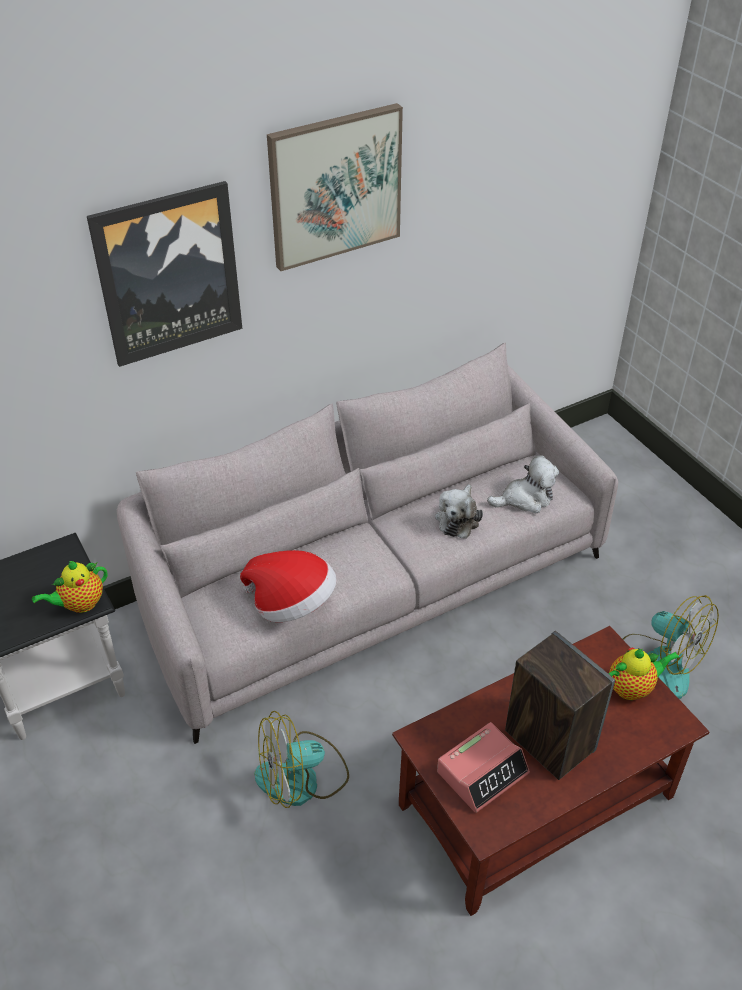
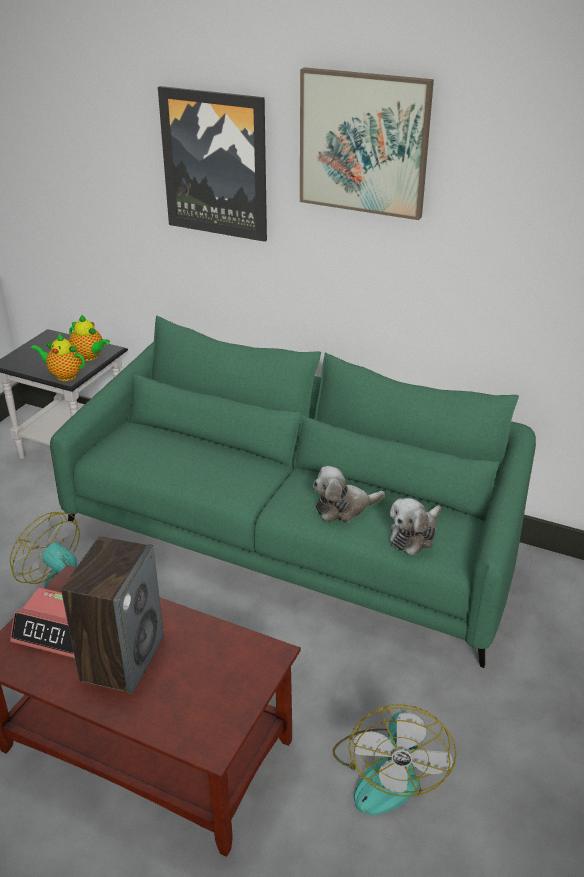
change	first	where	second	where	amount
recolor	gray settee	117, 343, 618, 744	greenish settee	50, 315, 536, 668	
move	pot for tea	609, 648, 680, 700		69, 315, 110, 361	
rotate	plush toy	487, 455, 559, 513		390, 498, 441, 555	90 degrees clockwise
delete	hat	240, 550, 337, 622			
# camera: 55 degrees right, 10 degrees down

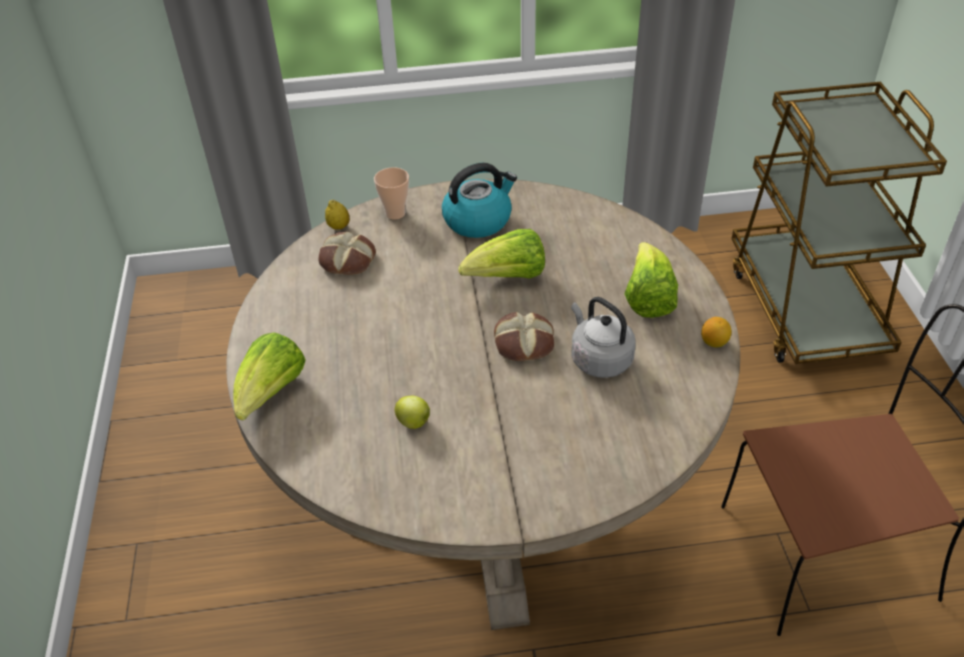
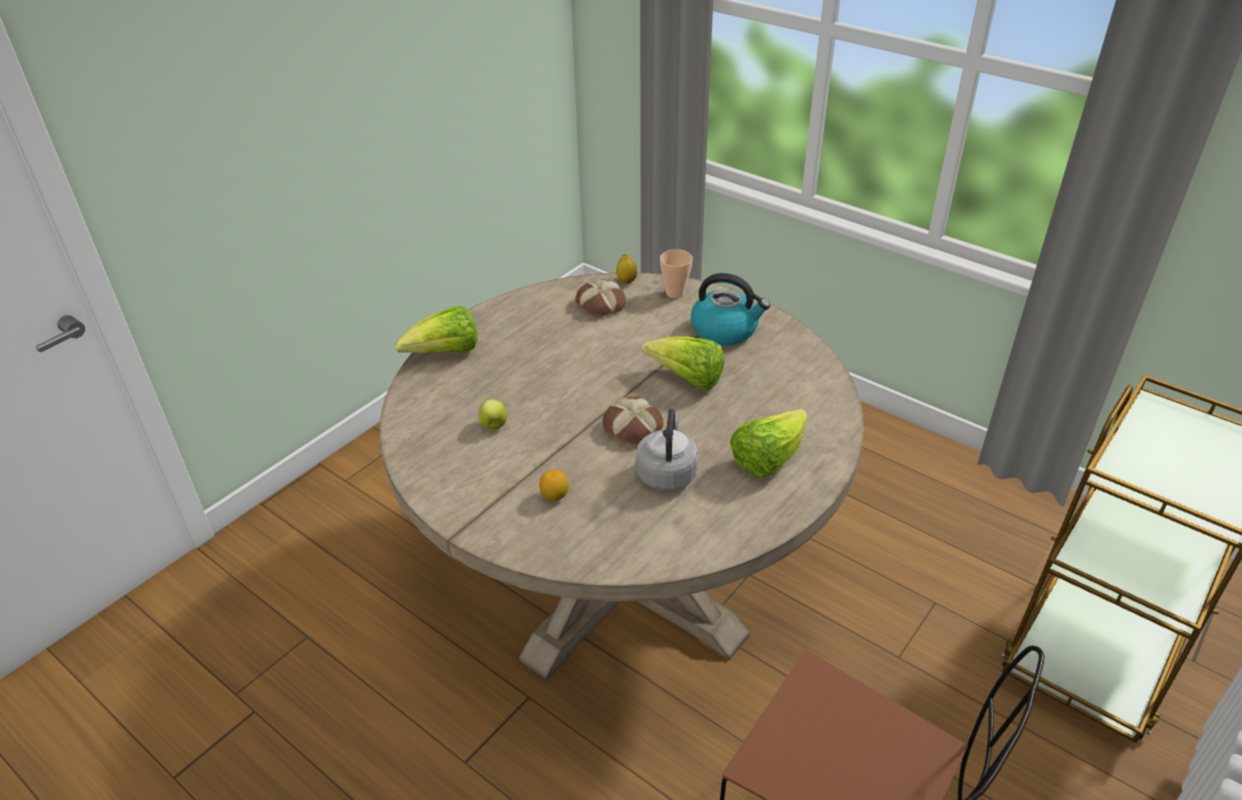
change	first	where	second	where	amount
move	lemon	701, 317, 732, 347		539, 470, 569, 501	
# camera: 45 degrees right, 5 degrees down

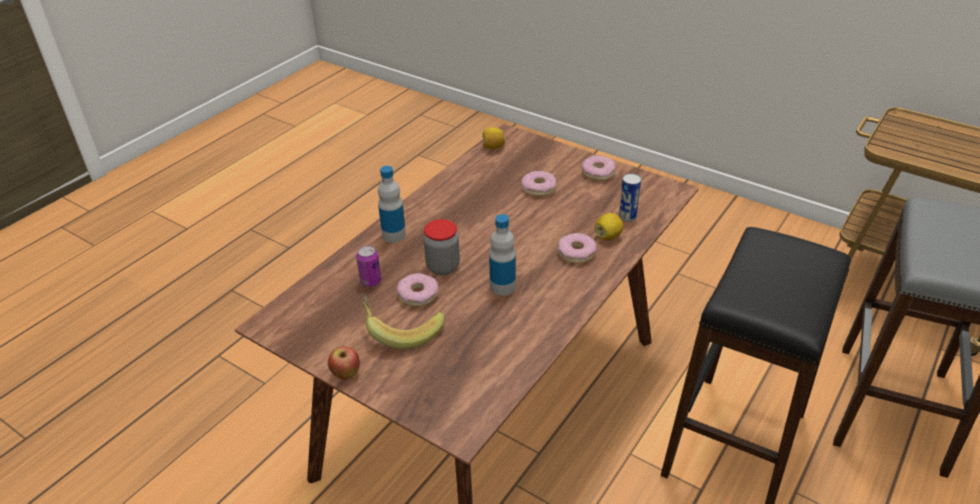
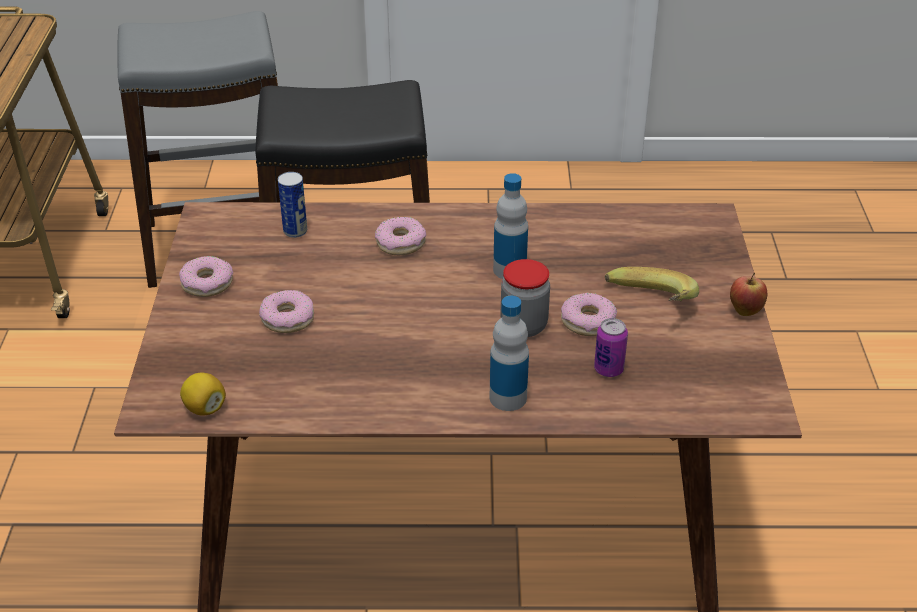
change	first	where	second	where	amount
delete	lemon	595, 213, 624, 240			
# camera: 125 degrees left, 0 degrees up

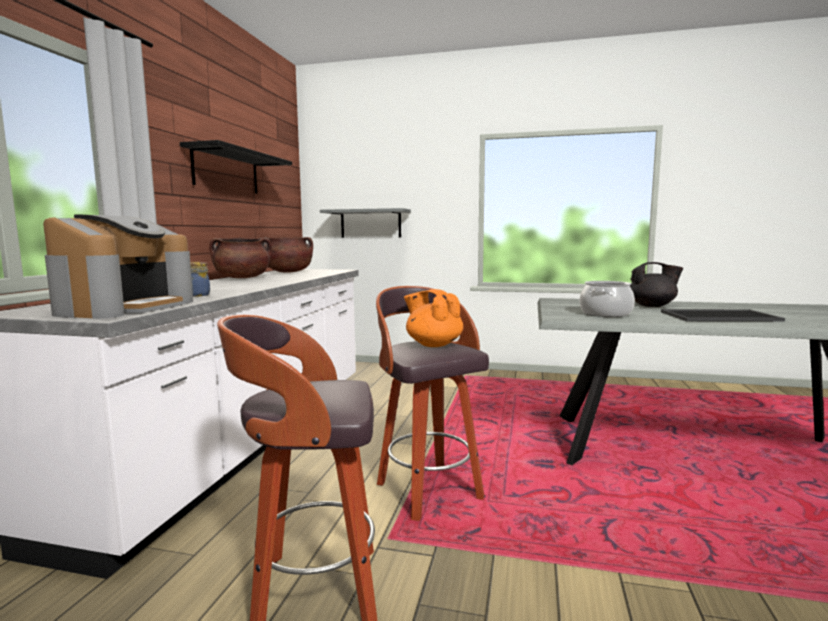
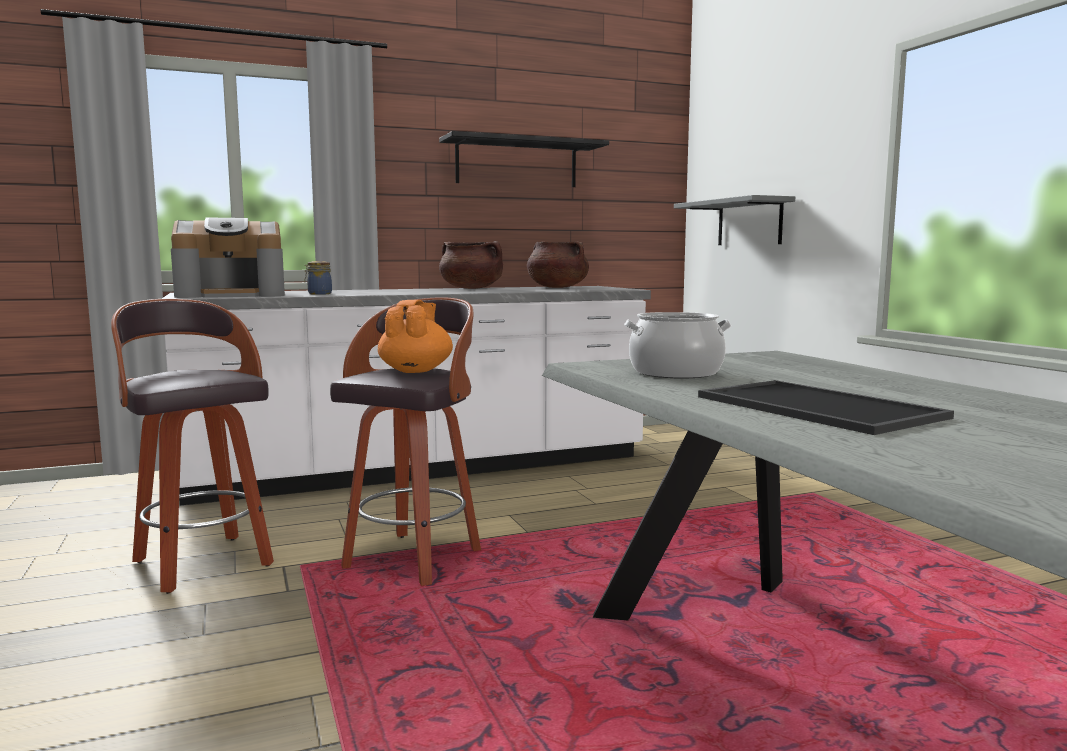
change	first	where	second	where	amount
delete	black-coloured pot for tea	630, 262, 683, 307			
# camera: 55 degrees right, 0 degrees up

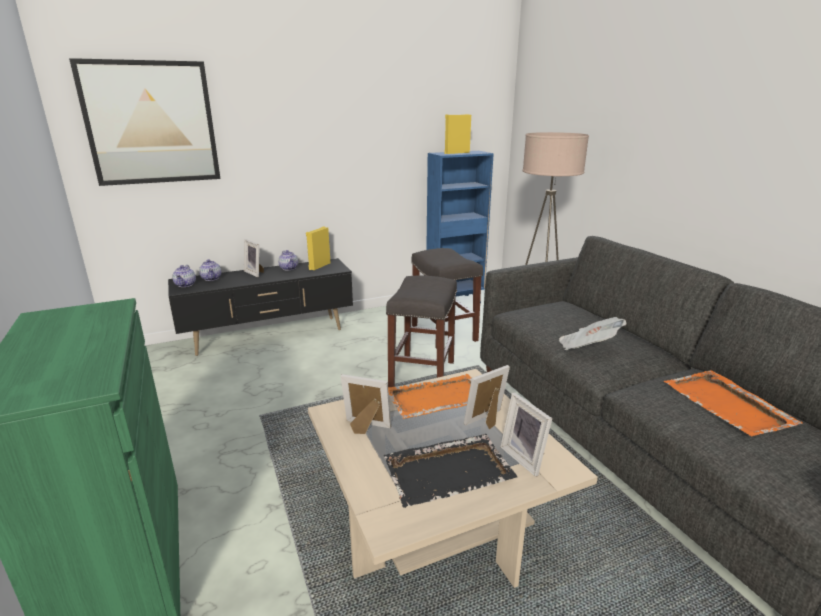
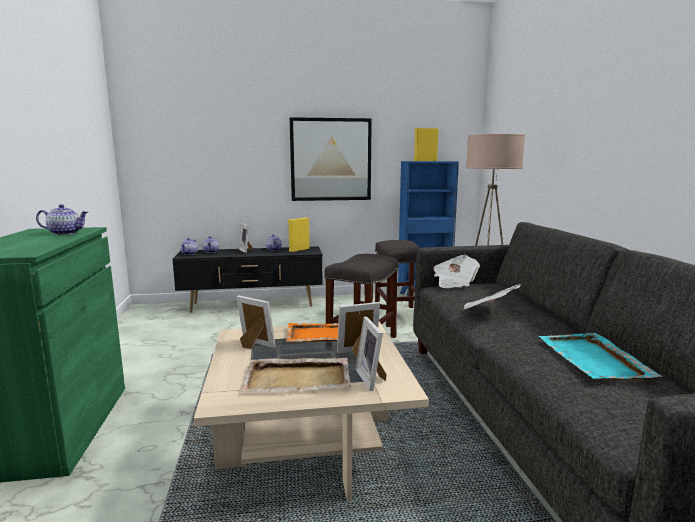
change	first	where	second	where	amount
insert			pot for tea	36, 204, 88, 235	
recolor	black-coloured serving tray	384, 434, 517, 508	beige serving tray	240, 358, 351, 392	
move	picture	69, 58, 221, 186		290, 117, 372, 201	
insert			printed paper	433, 254, 480, 288	
recolor	orangey serving tray	664, 370, 803, 436	turquoise serving tray	538, 333, 663, 380	
# camera: 15 degrees right, 10 degrees down

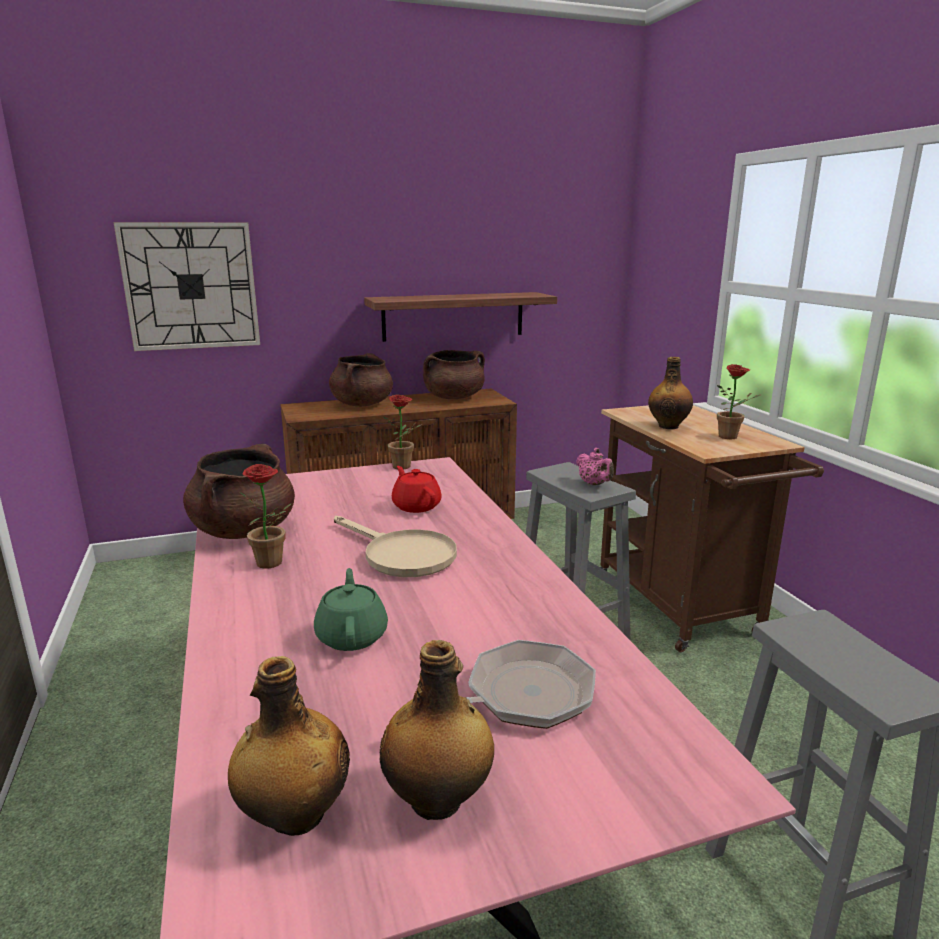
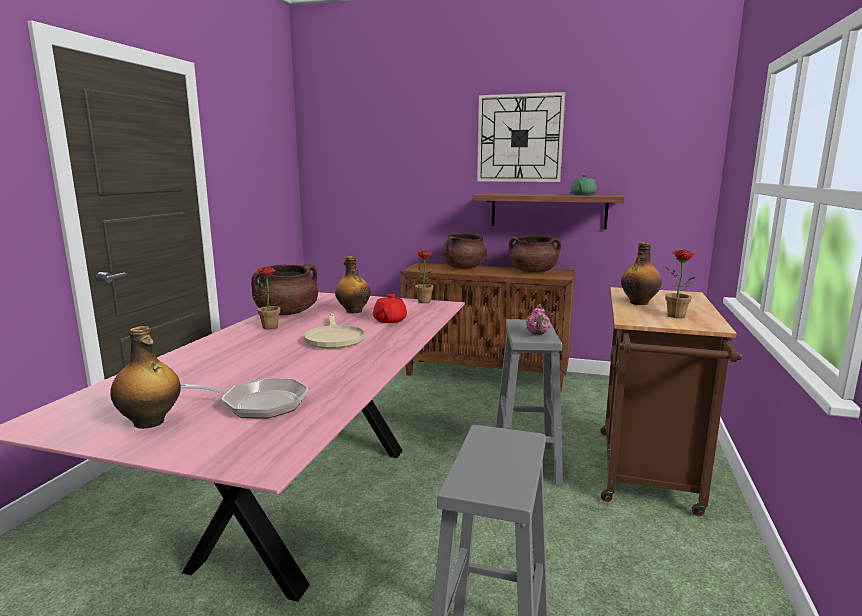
change	first	where	second	where	amount
move	beverage bottle	228, 656, 350, 836		335, 256, 371, 313	
move	hanging clock	114, 222, 260, 351		477, 92, 565, 182	
move	greenish pot for tea	314, 568, 388, 651		570, 175, 597, 195	
# camera: 35 degrees right, 5 degrees down

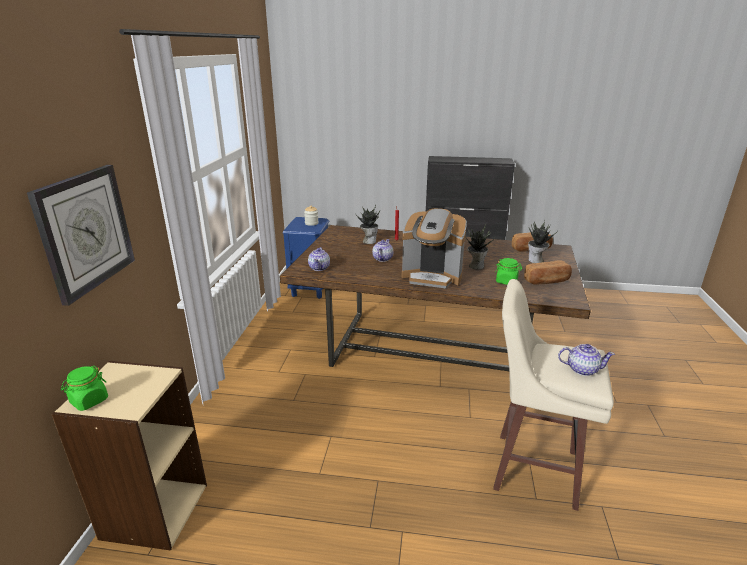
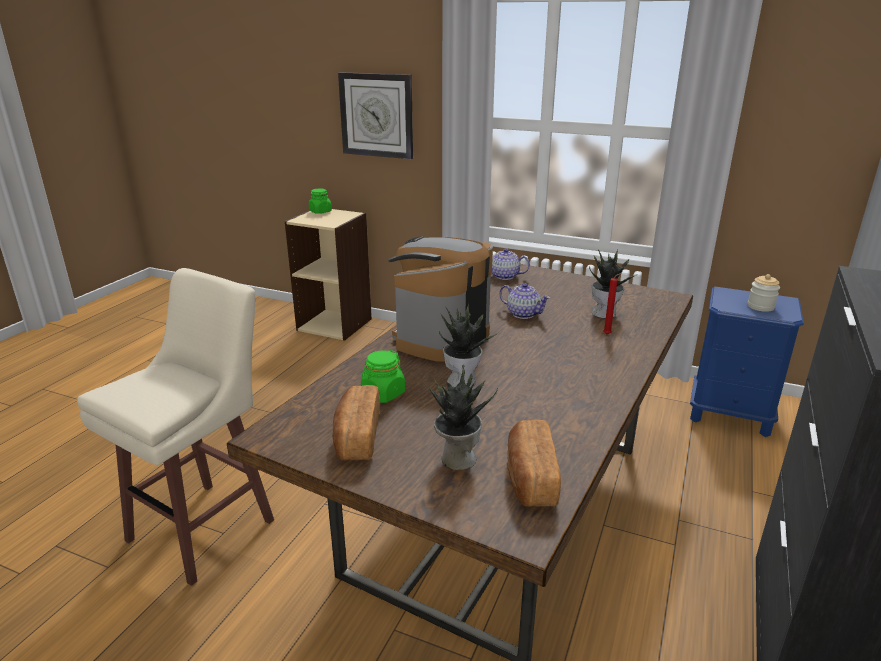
change	first	where	second	where	amount
delete	pot for tea	558, 344, 615, 376			
# camera: 105 degrees right, 0 degrees up

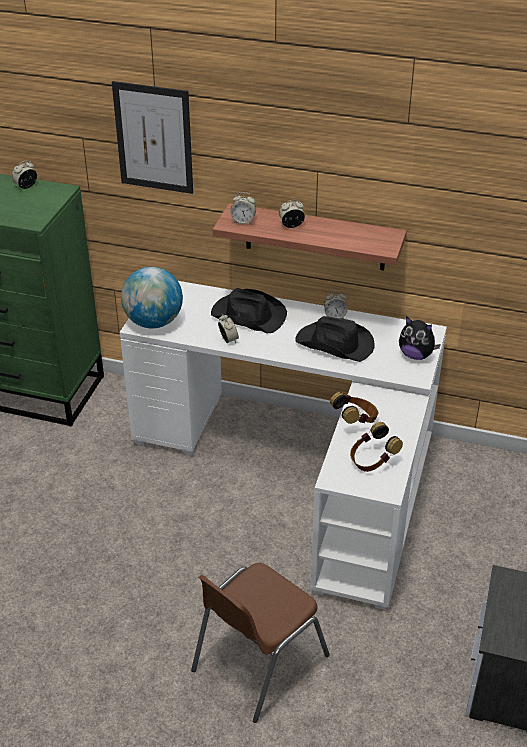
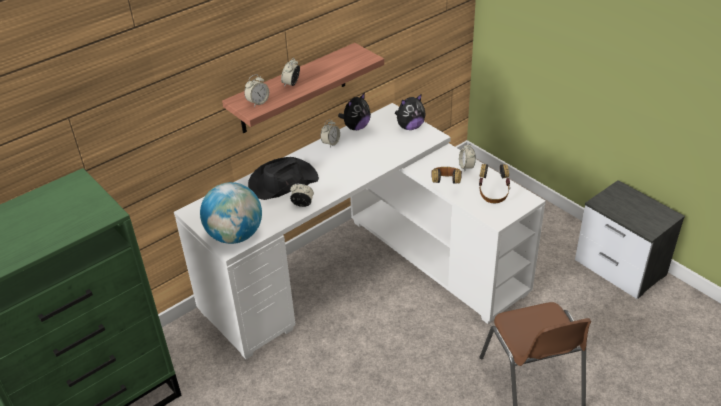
change	first	where	second	where	amount
insert			plush toy	338, 93, 371, 130	
move	table clock	12, 160, 37, 189		459, 143, 476, 171	
delete	picture	112, 81, 193, 194			
delete	black-coloured hat	295, 316, 375, 362			
# camera: 55 degrees left, 0 degrees up

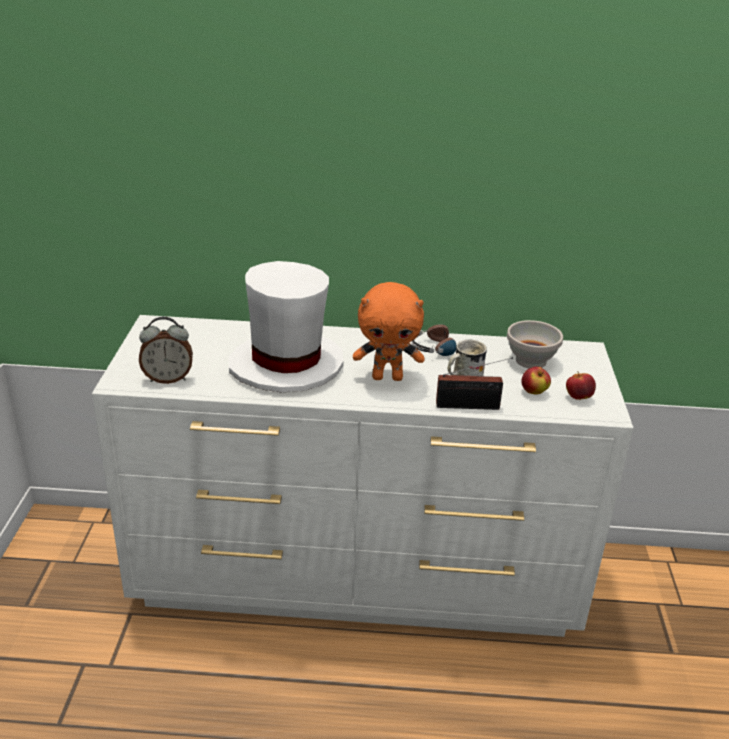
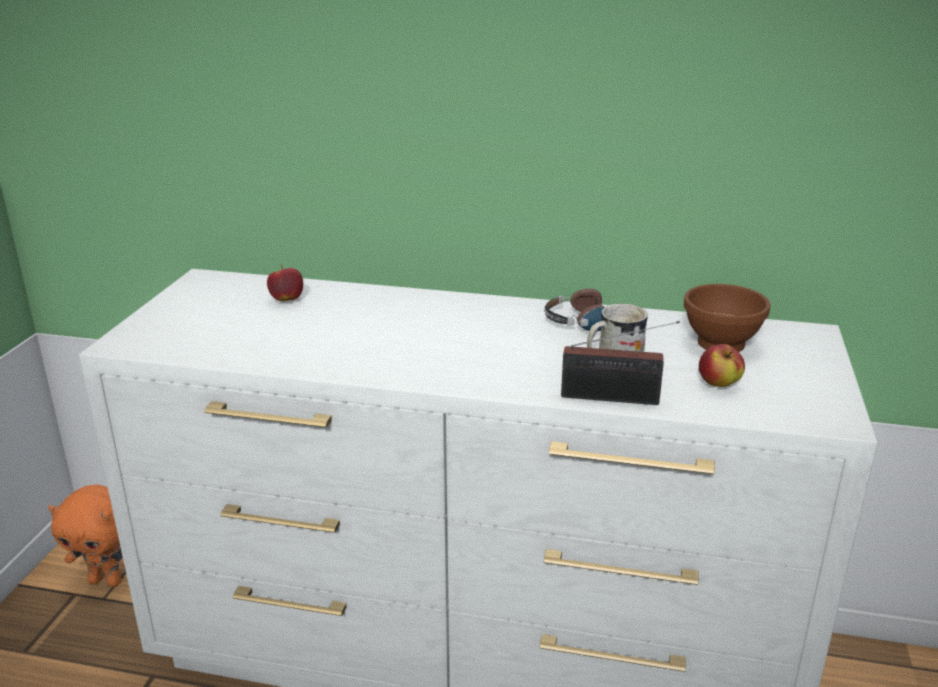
change	first	where	second	where	amount
move	orangey plush toy	353, 282, 424, 381		48, 485, 125, 587	
move	whole apple	566, 371, 596, 400		267, 265, 303, 301	
recolor	whitish serving bowl	507, 320, 563, 368	brownish serving bowl	684, 284, 770, 352	
delete	table clock	139, 317, 193, 384			
delete	whitish hat	229, 261, 344, 392			
# camera: 10 degrees right, 5 degrees down

